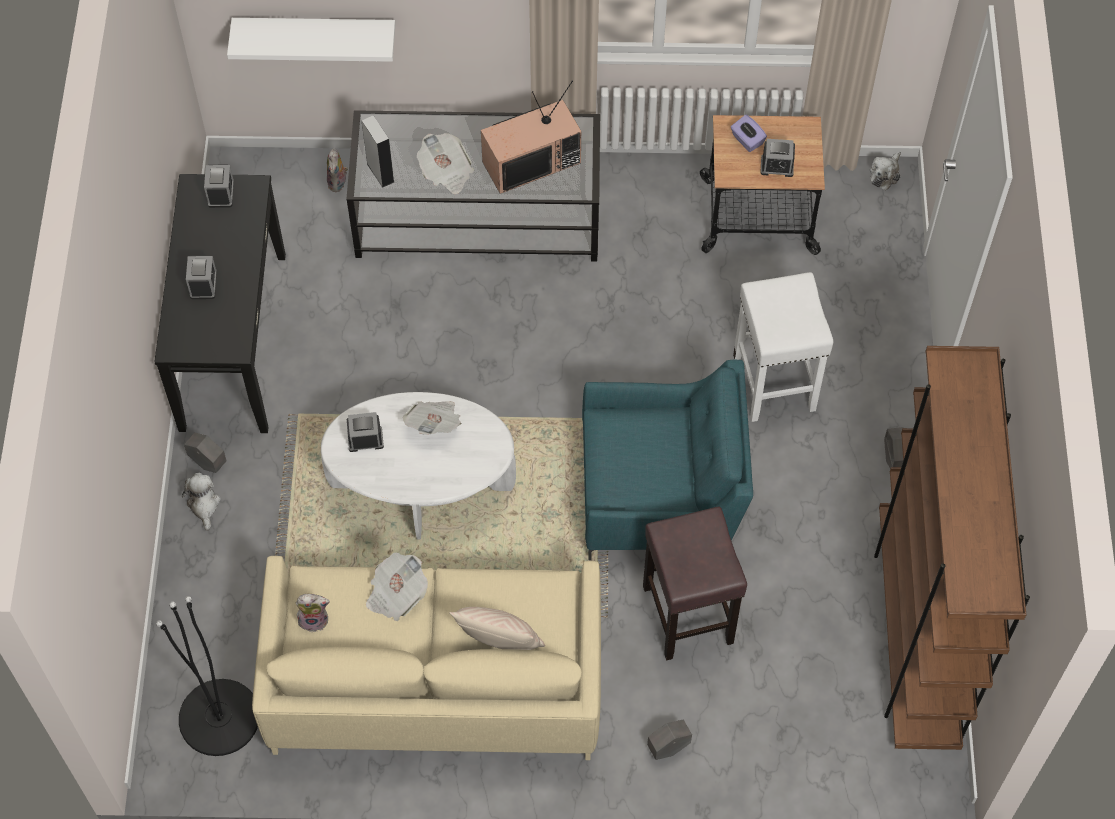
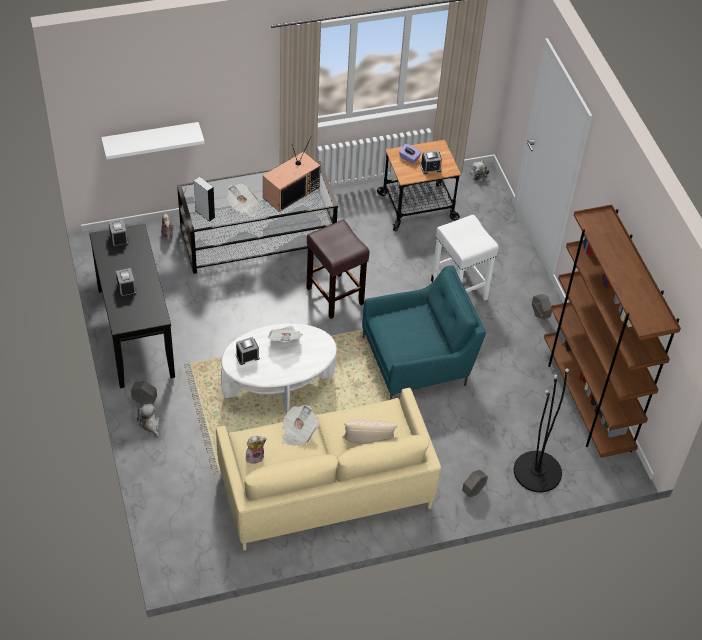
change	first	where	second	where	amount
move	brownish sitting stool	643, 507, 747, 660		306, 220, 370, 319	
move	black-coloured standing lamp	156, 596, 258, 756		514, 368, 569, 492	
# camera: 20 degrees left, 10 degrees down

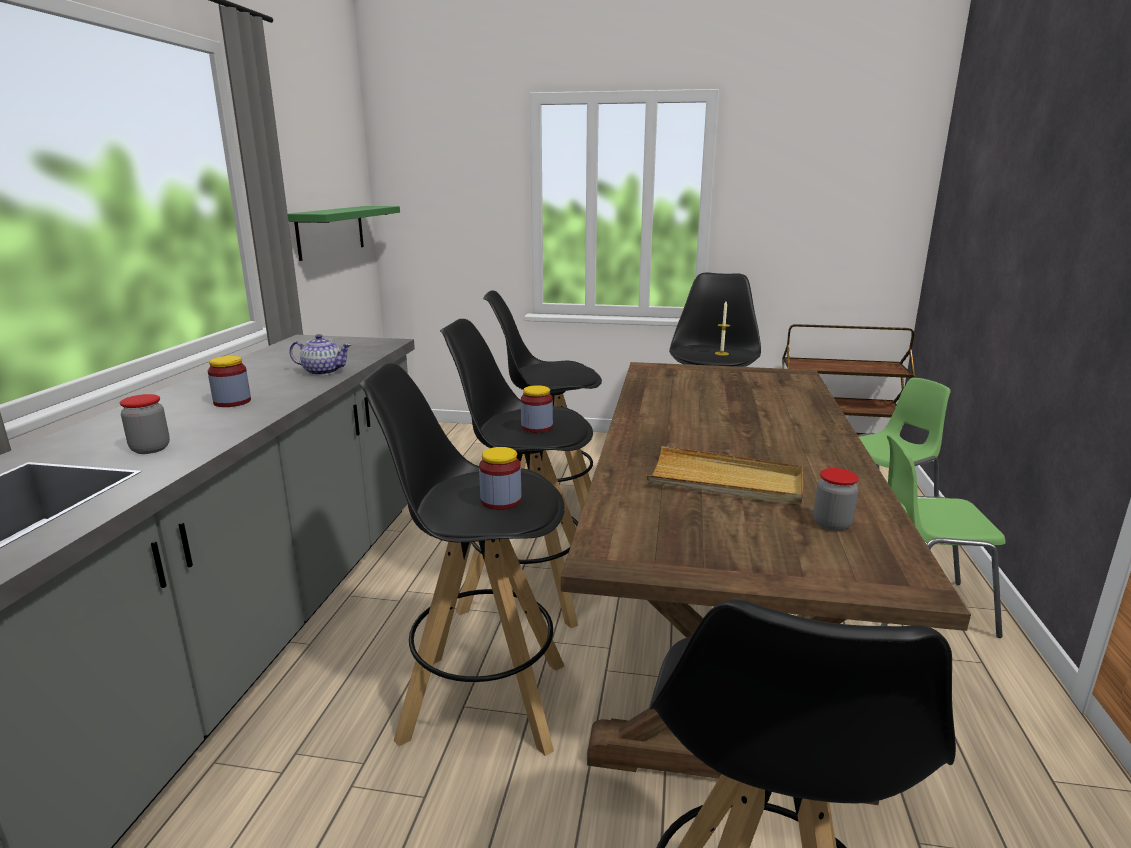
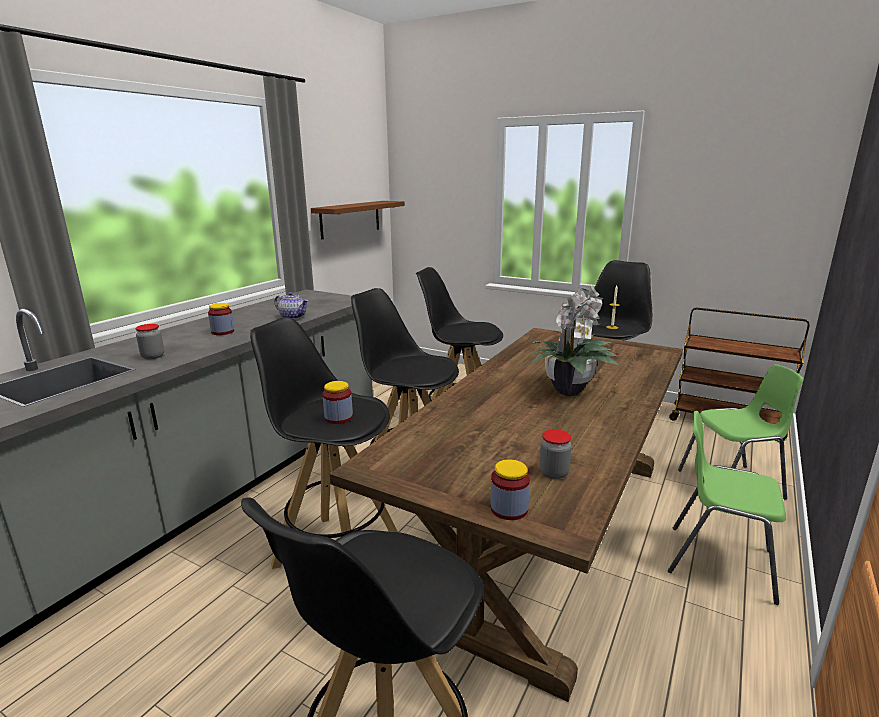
change	first	where	second	where	amount
recolor	greenish bracket shelf	288, 206, 400, 261	brownish bracket shelf	311, 201, 405, 239	
move	storage jar	521, 385, 553, 433		490, 459, 530, 520	
insert			plant in a pot	530, 285, 619, 396	
delete	beige serving tray	646, 446, 803, 506			
# camera: 20 degrees right, 0 degrees up

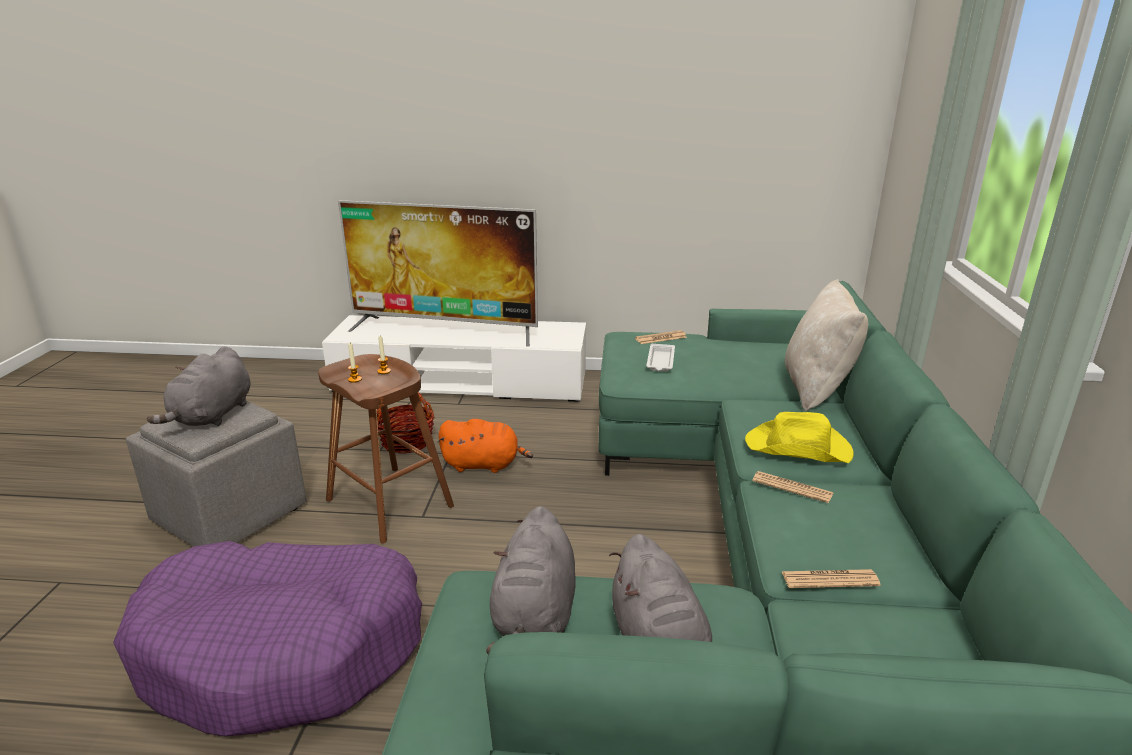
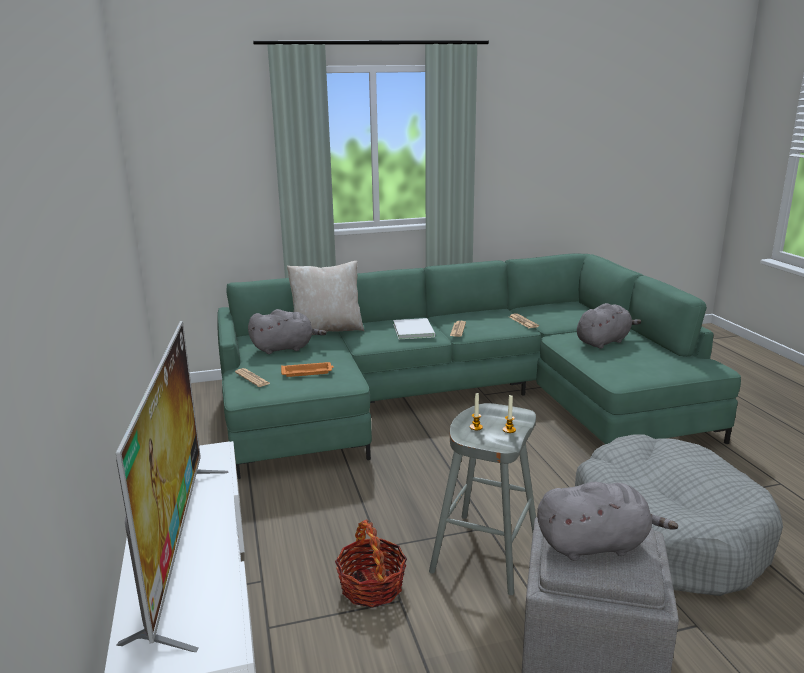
change	first	where	second	where	amount
move	gray plush toy	486, 506, 576, 654		248, 309, 327, 354	
recolor	whitish serving tray	646, 344, 675, 372	orangey serving tray	281, 362, 334, 377	
replace	yellowish hat	745, 412, 854, 463	whitish bound book	393, 318, 435, 339	
recolor	brownish sitting stool	318, 354, 454, 544	gray sitting stool	429, 403, 536, 595	
recolor	purple-coloured dog bed	113, 541, 422, 737	gray dog bed	575, 434, 783, 596	
delete	orangey plush toy	437, 419, 533, 473			
# camera: 110 degrees left, 5 degrees down

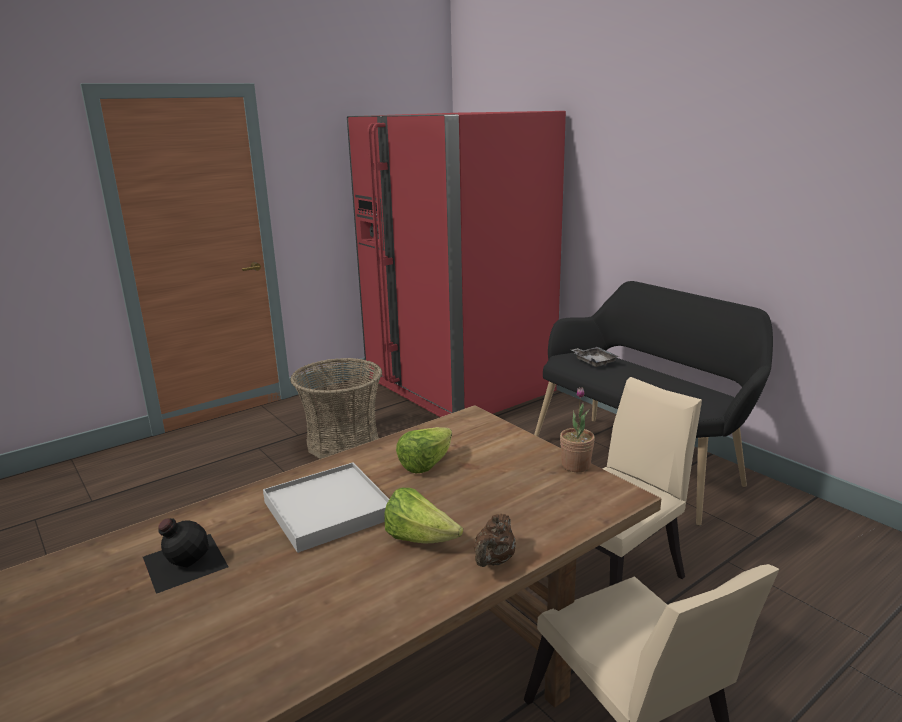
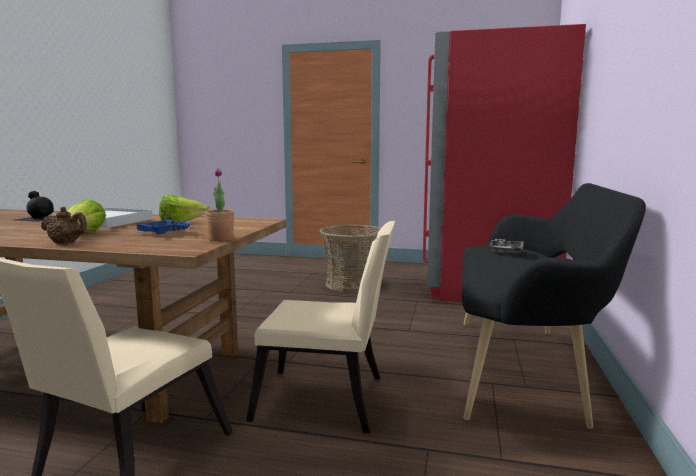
change	first	where	second	where	amount
rotate	brownish pot for tea	474, 514, 516, 567		41, 207, 87, 244	150 degrees counterclockwise
insert			blue serving tray	135, 216, 194, 234	
# camera: 50 degrees right, 10 degrees down

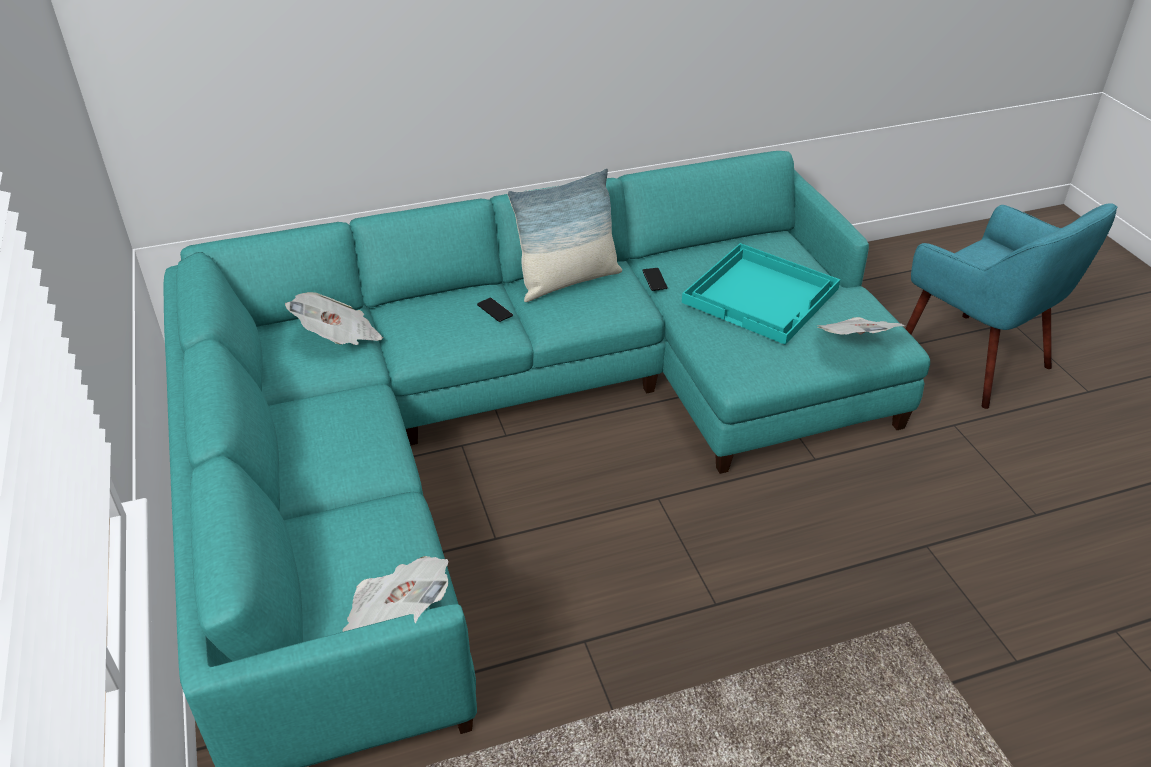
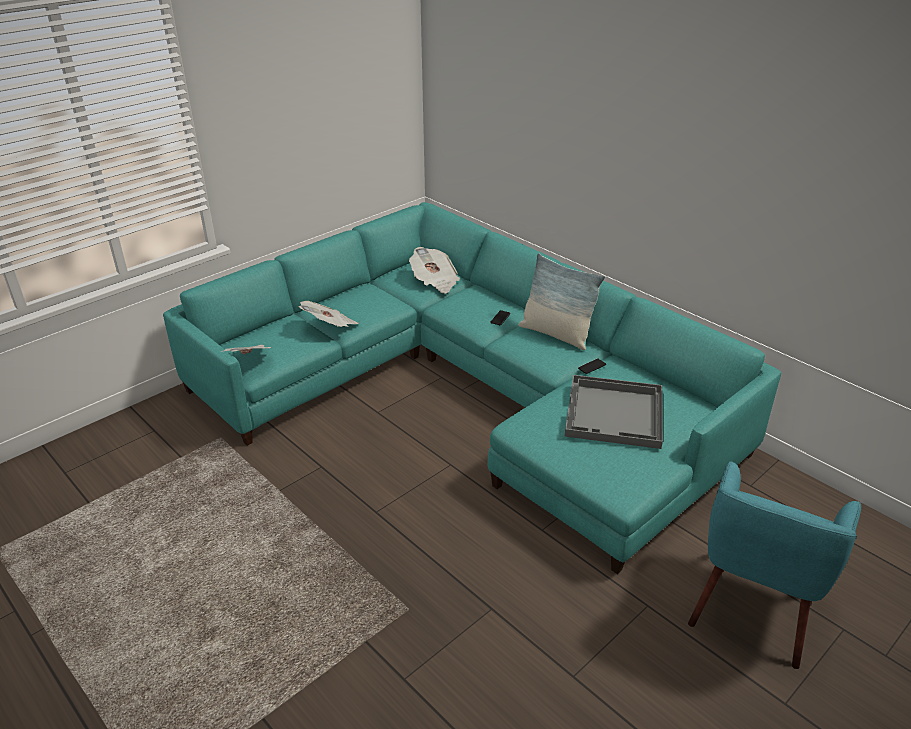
change	first	where	second	where	amount
move	printed paper	818, 317, 905, 334		299, 301, 359, 327	
recolor	turquoise serving tray	682, 243, 840, 345	gray serving tray	564, 375, 663, 449	
# camera: 65 degrees right, 5 degrees down

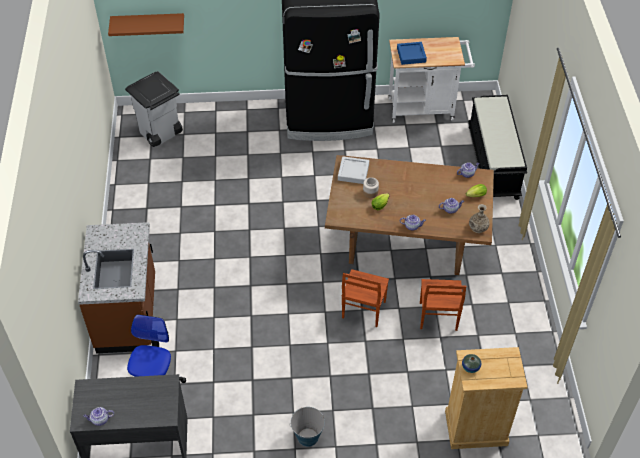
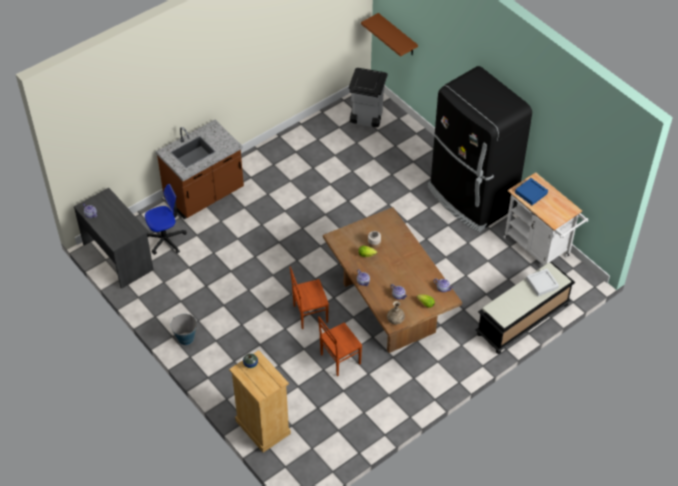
change	first	where	second	where	amount
move	gray serving tray	338, 156, 369, 184		526, 268, 559, 296	
# camera: 55 degrees right, 0 degrees up

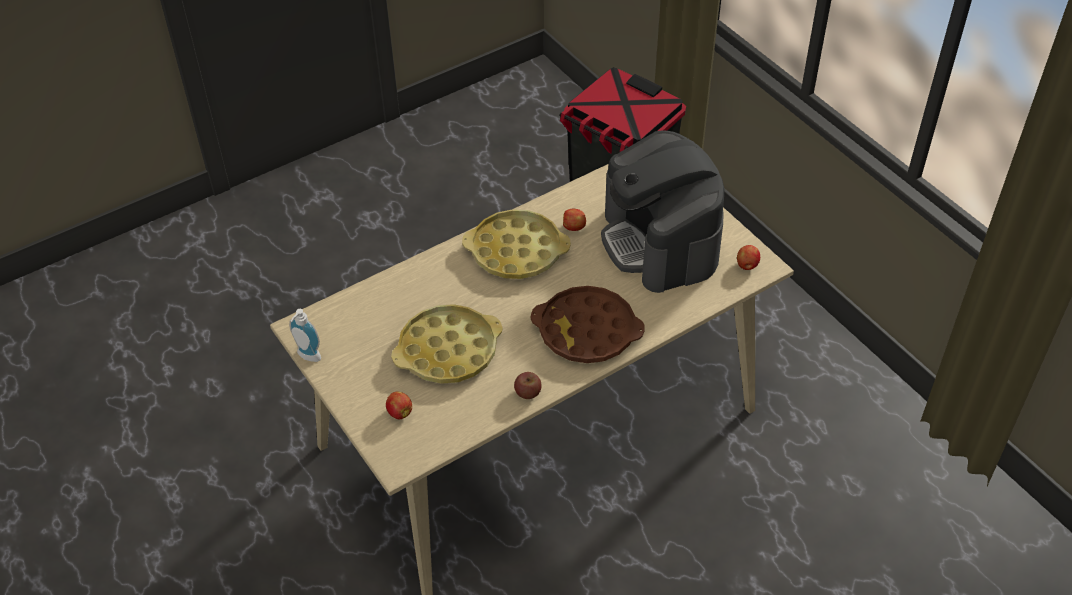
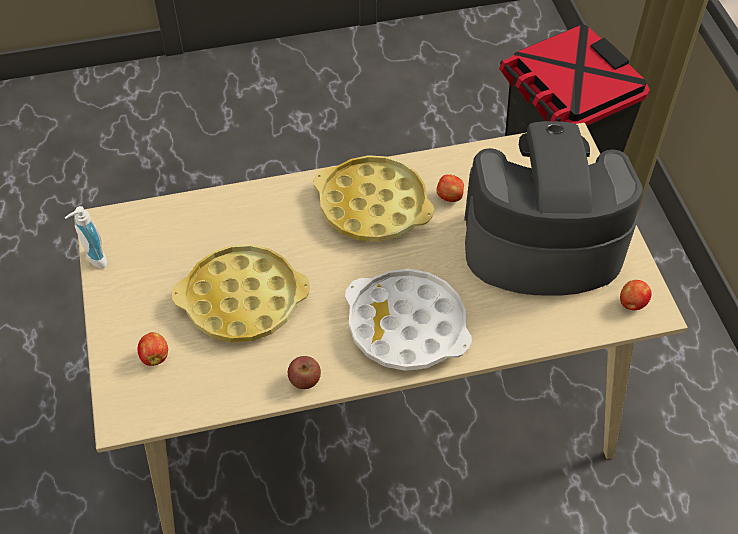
change	first	where	second	where	amount
recolor	brownish serving tray	531, 286, 645, 363	whitish serving tray	345, 269, 472, 371	
rotate	coffee brewer	601, 130, 724, 293		464, 121, 643, 296	90 degrees clockwise
# camera: 20 degrees right, 5 degrees up

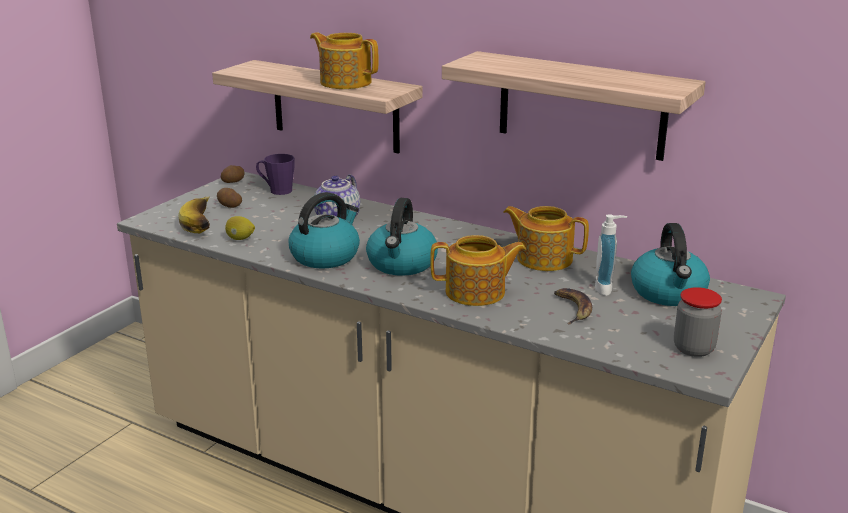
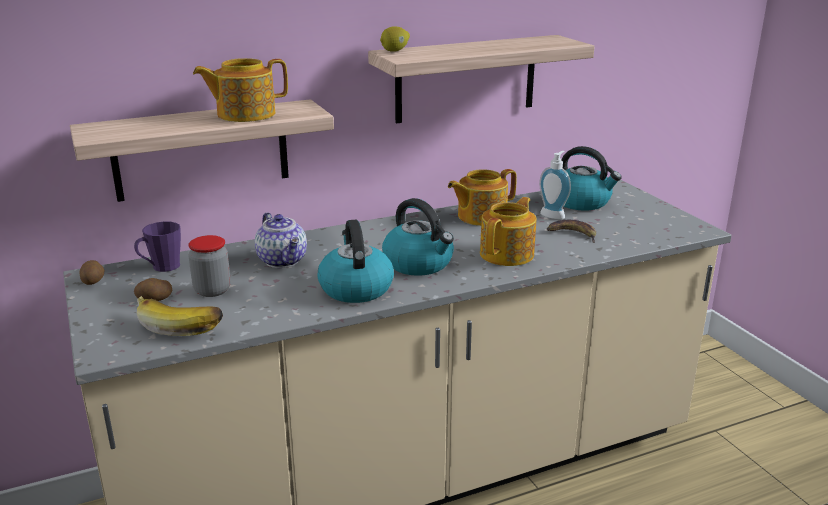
change	first	where	second	where	amount
move	storage jar	674, 287, 722, 357		188, 235, 231, 297	
move	lemon	225, 216, 255, 240		380, 26, 410, 52	
# camera: 55 degrees left, 0 degrees up

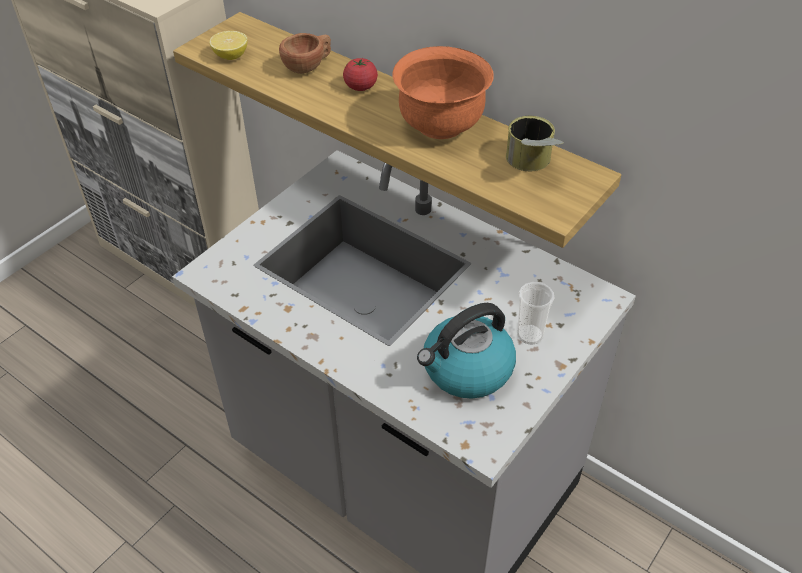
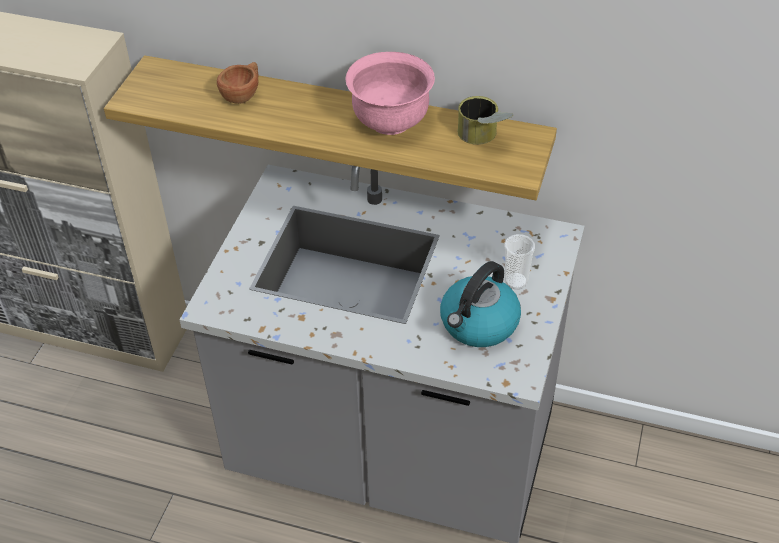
change	first	where	second	where	amount
recolor	orangey serving bowl	392, 46, 494, 139	pinkish serving bowl	346, 52, 435, 135	
delete	lemon	209, 31, 248, 60			
delete	whole tomato	343, 58, 378, 91			
# camera: 20 degrees left, 0 degrees up

